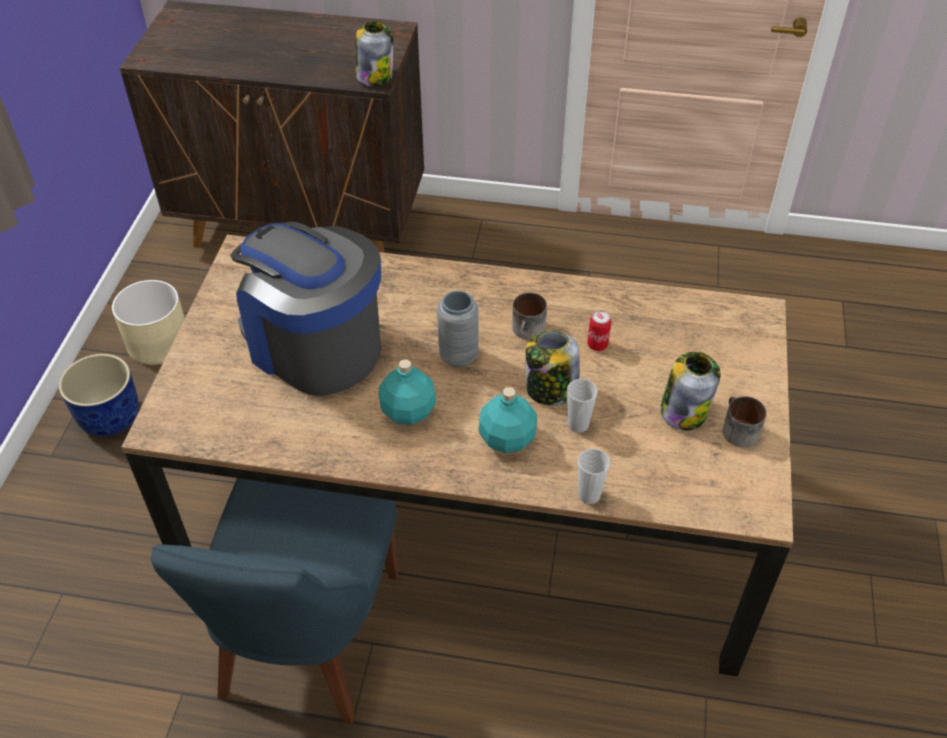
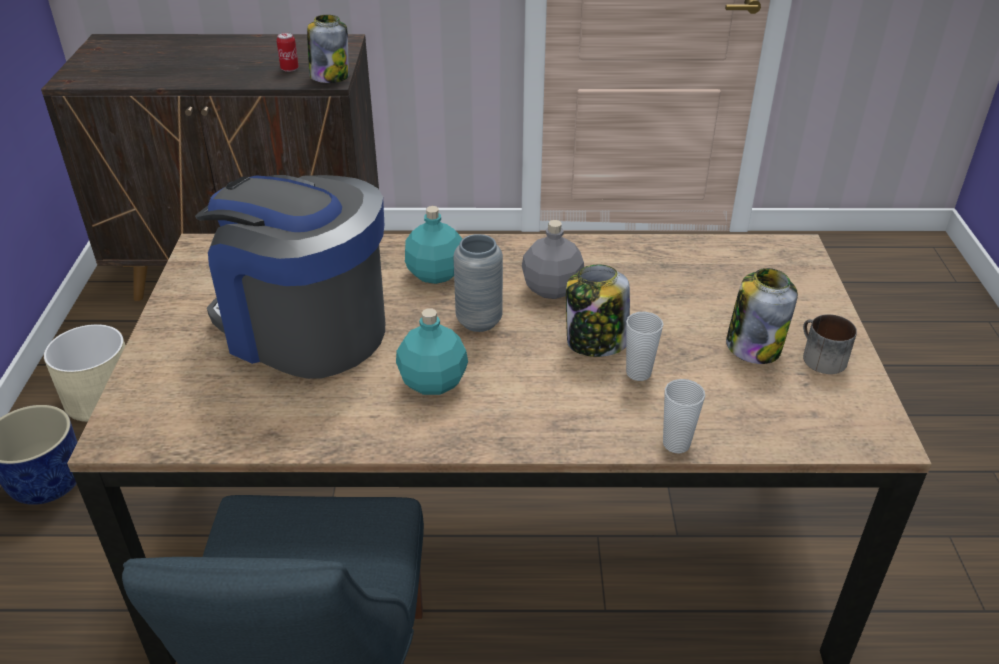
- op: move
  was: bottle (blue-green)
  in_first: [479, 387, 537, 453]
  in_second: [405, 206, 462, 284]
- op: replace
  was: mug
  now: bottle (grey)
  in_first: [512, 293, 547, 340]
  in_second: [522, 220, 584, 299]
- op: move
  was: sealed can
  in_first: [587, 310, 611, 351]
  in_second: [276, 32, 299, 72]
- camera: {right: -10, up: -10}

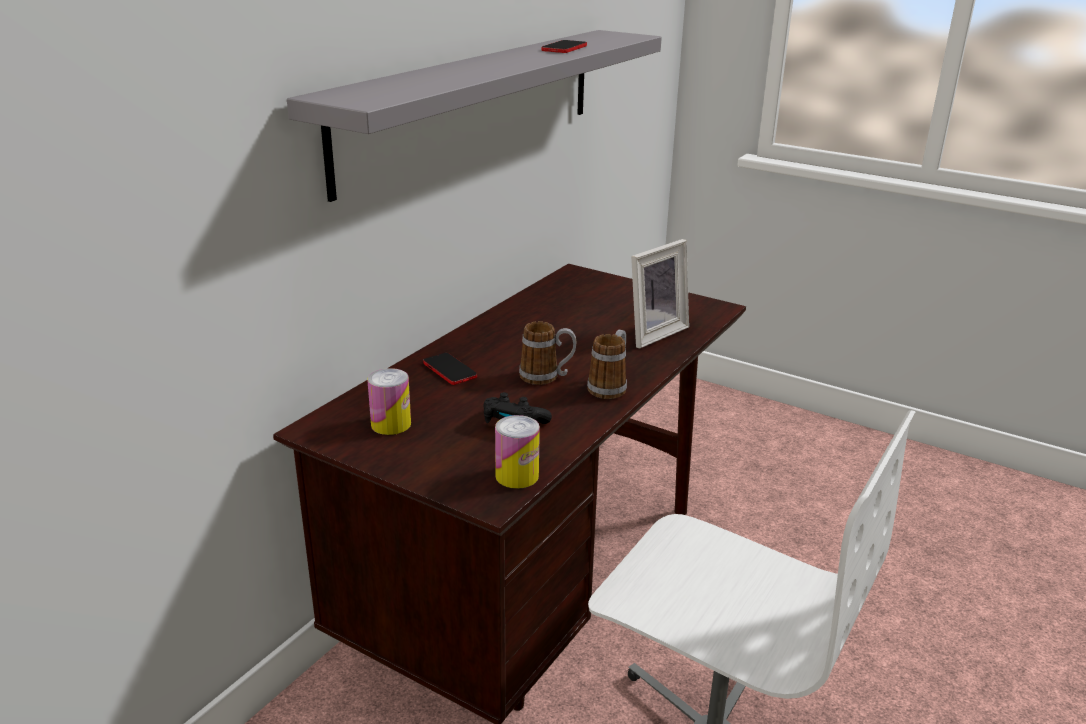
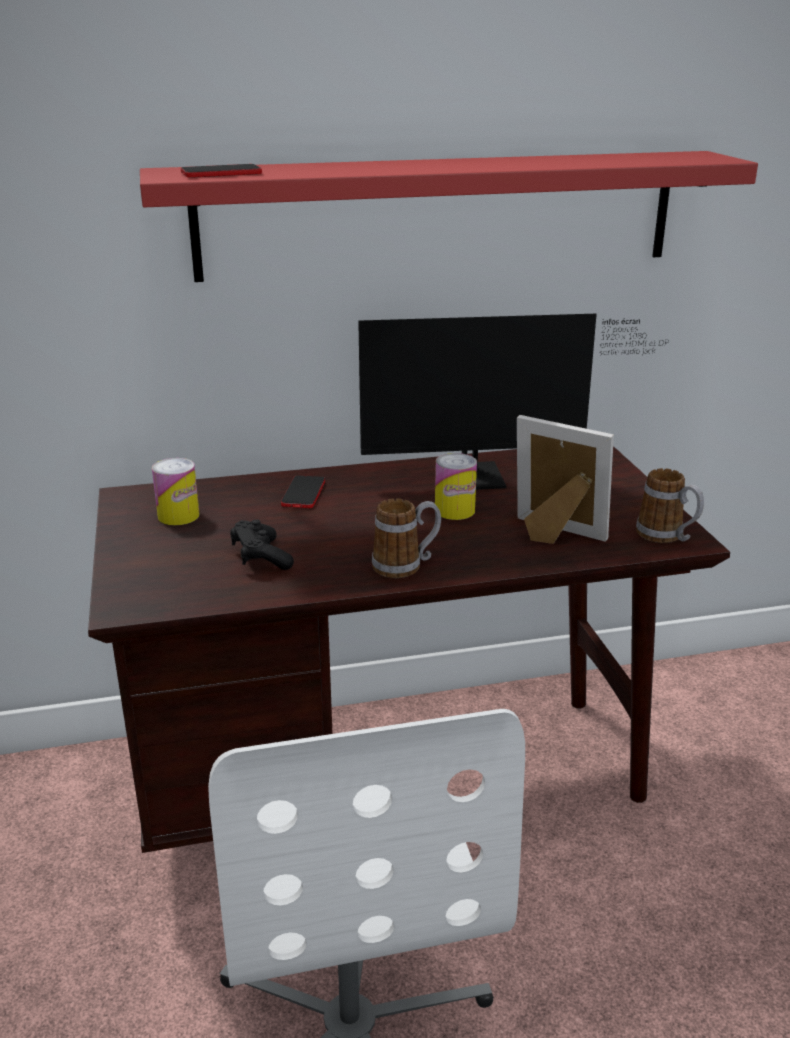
- op: recolor
  was: bracket shelf (grey)
  now: bracket shelf (red)
  in_first: [287, 30, 662, 202]
  in_second: [140, 151, 758, 282]
- op: move
  was: sealed can
  in_first: [495, 415, 540, 489]
  in_second: [435, 453, 477, 520]
- op: move
  was: mug
  in_first: [519, 321, 576, 385]
  in_second: [636, 468, 704, 543]
- op: move
  was: phone
  in_first: [541, 40, 587, 53]
  in_second: [181, 164, 262, 178]
- op: rotate
  was: standing frame
  in_first: [631, 239, 689, 348]
  in_second: [517, 415, 614, 544]
  clockwise: -150
- op: insert
  now: monitor
  in_second: [358, 314, 669, 490]
- camera: {right: 45, up: 0}

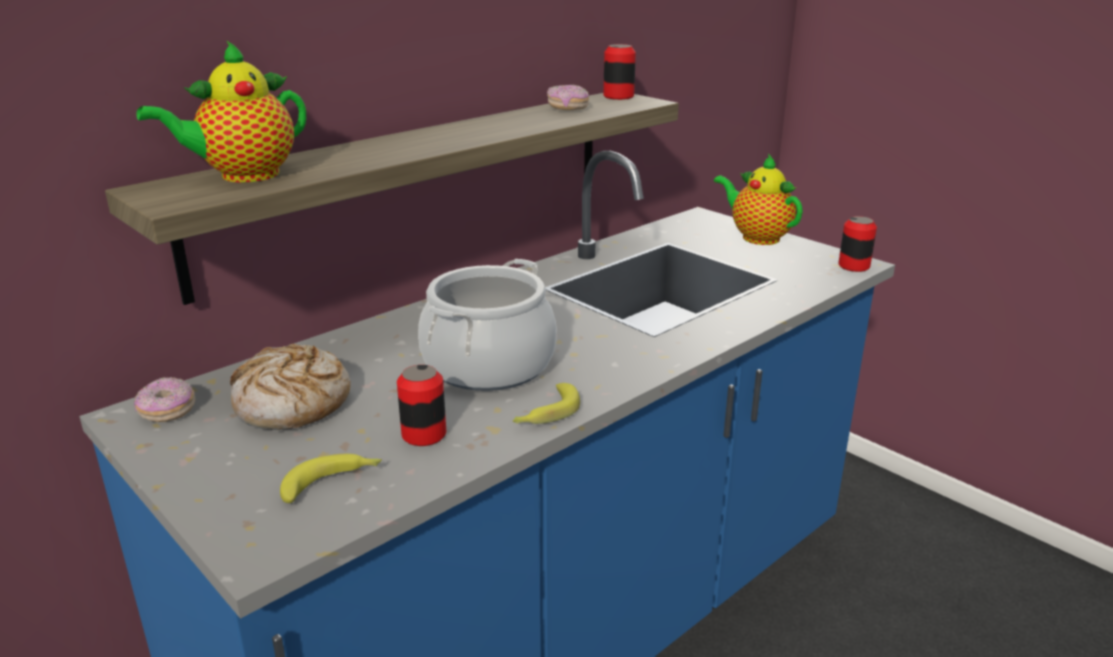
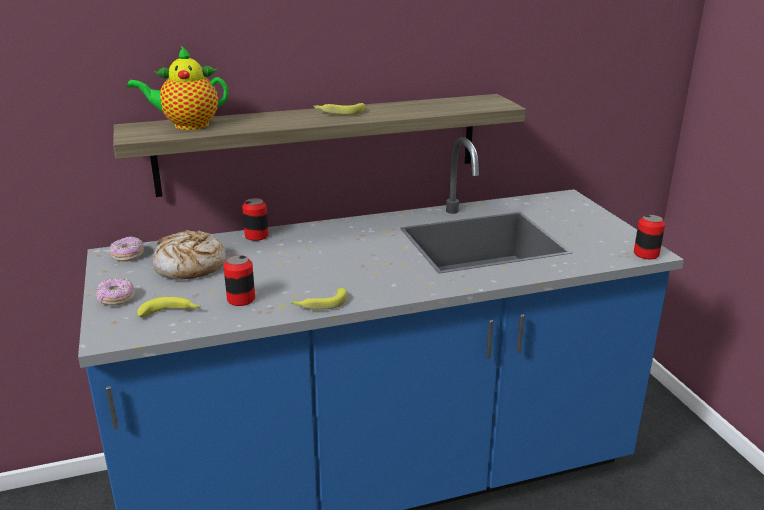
- op: delete
  was: stockpot
  in_first: [418, 259, 557, 391]
- op: move
  was: doughnut
  in_first: [547, 85, 589, 110]
  in_second: [96, 278, 135, 306]
- op: move
  was: sealed can
  in_first: [603, 44, 636, 100]
  in_second: [242, 198, 269, 241]
- op: delete
  was: tea pot
  in_first: [714, 153, 803, 245]
- op: insert
  now: whole banana
  in_second: [313, 103, 365, 115]
- camera: {right: 25, up: 0}

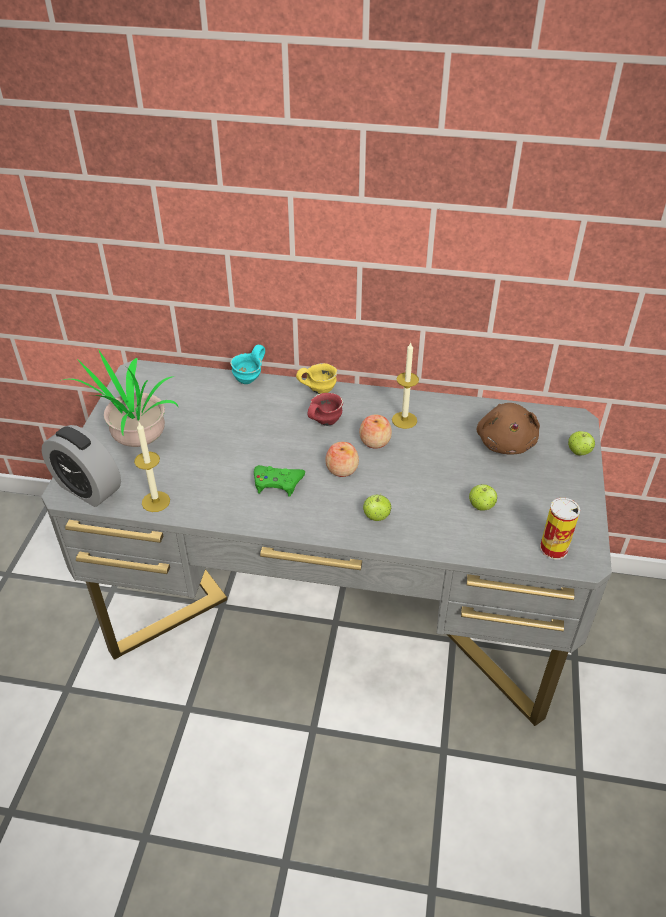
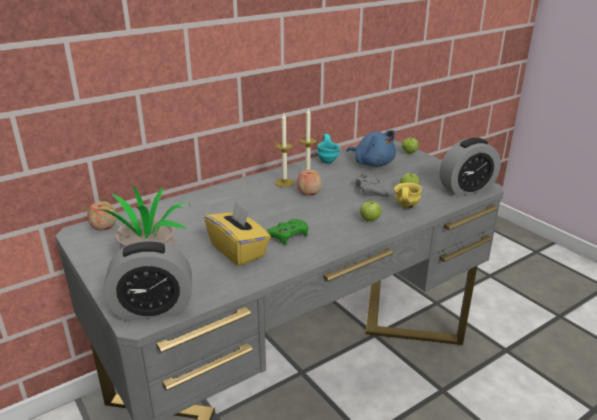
- op: move
  was: wax light
  in_first: [134, 423, 170, 512]
  in_second: [275, 113, 294, 187]
- op: move
  was: mug (blue-green)
  in_first: [230, 345, 265, 384]
  in_second: [317, 134, 341, 164]
- op: move
  was: mug (yellow)
  in_first: [296, 363, 337, 394]
  in_second: [394, 182, 422, 209]
- op: delete
  was: mug (red)
  in_first: [307, 393, 343, 426]
- op: move
  was: whole apple
  in_first: [325, 442, 359, 477]
  in_second: [87, 201, 117, 230]
- op: recolor
  was: cuddly toy (brown)
  now: cuddly toy (bluish)
  in_first: [477, 403, 540, 455]
  in_second: [347, 130, 396, 167]
- op: replace
  was: sealed can
  now: alarm clock
  in_first: [540, 498, 580, 560]
  in_second: [440, 138, 501, 196]
- op: insert
  now: tissue box (yellow)
  in_second: [204, 201, 271, 266]
- op: insert
  now: joypad (grey)
  in_second: [355, 175, 390, 197]
- camera: {right: -45, up: -15}

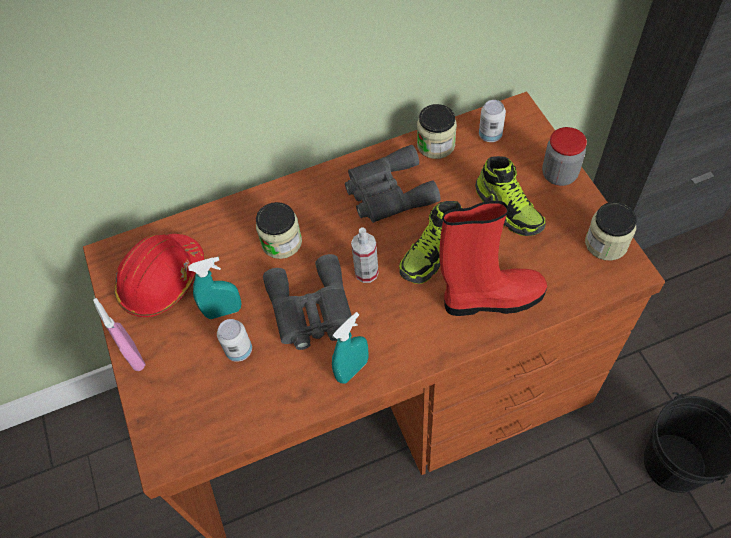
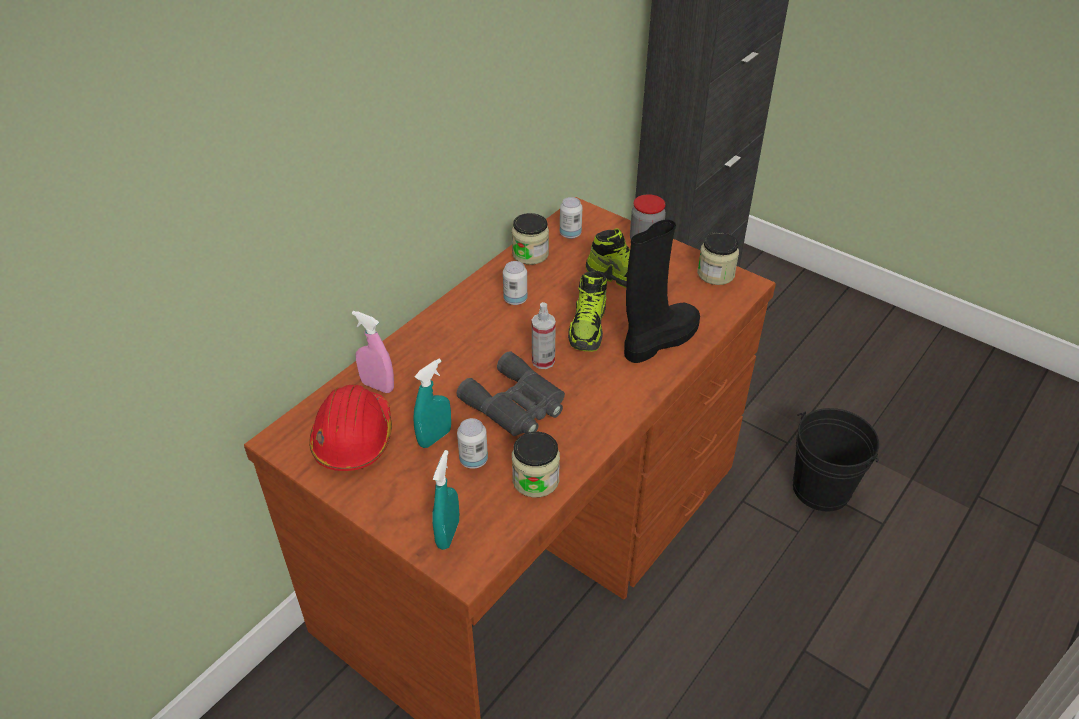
- op: move
  was: sprayer (pinkish)
  in_first: [93, 298, 146, 371]
  in_second: [352, 311, 394, 393]
- op: move
  was: storage jar
  in_first: [256, 202, 302, 259]
  in_second: [512, 432, 560, 498]
- op: move
  was: sprayer (blue-green)
  in_first: [332, 312, 368, 384]
  in_second: [432, 450, 459, 550]
- op: replace
  was: pair of binoculars (grey)
  now: sealed can
  in_first: [345, 145, 440, 223]
  in_second: [503, 261, 527, 305]
- op: recolor
  was: high-top boot (red)
  now: high-top boot (blackish)
  in_first: [440, 201, 547, 316]
  in_second: [624, 219, 700, 363]
- camera: {right: -35, up: -15}

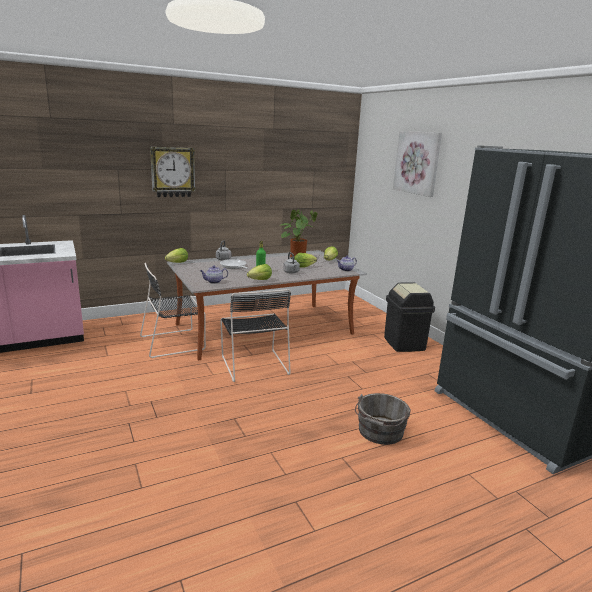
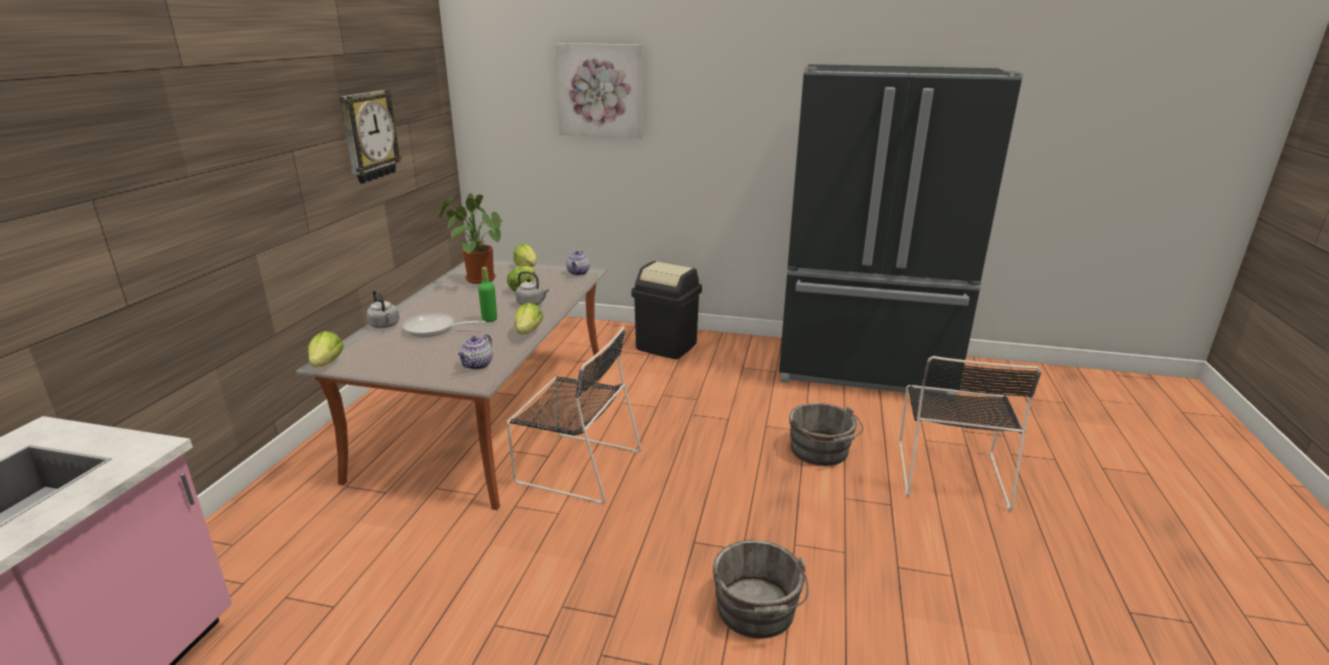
- op: move
  was: upright chair (blackish)
  in_first: [140, 263, 206, 358]
  in_second: [899, 356, 1041, 511]
- op: move
  was: hanging clock
  in_first: [150, 147, 196, 197]
  in_second: [339, 90, 402, 184]
- op: insert
  now: pail (grey)
  in_second: [713, 540, 809, 639]
- camera: {right: -50, up: 5}

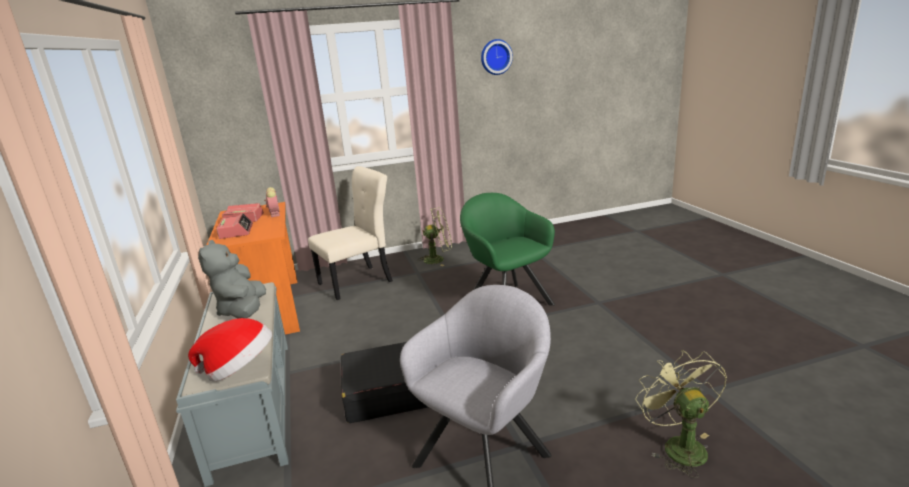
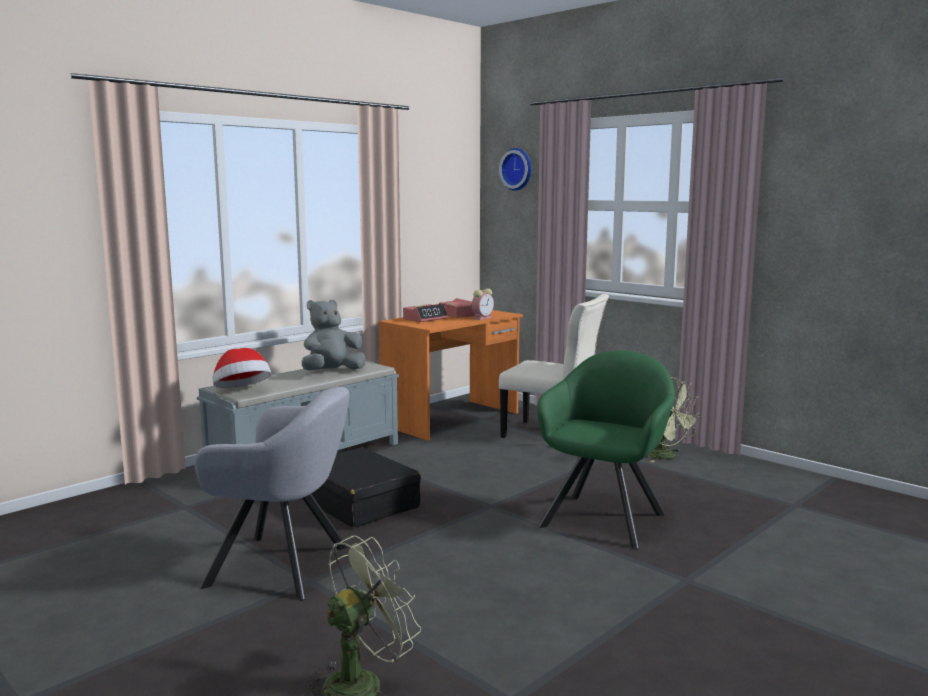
- op: move
  was: hanging clock
  in_first: [481, 39, 513, 75]
  in_second: [499, 148, 532, 191]
- camera: {right: 60, up: -10}

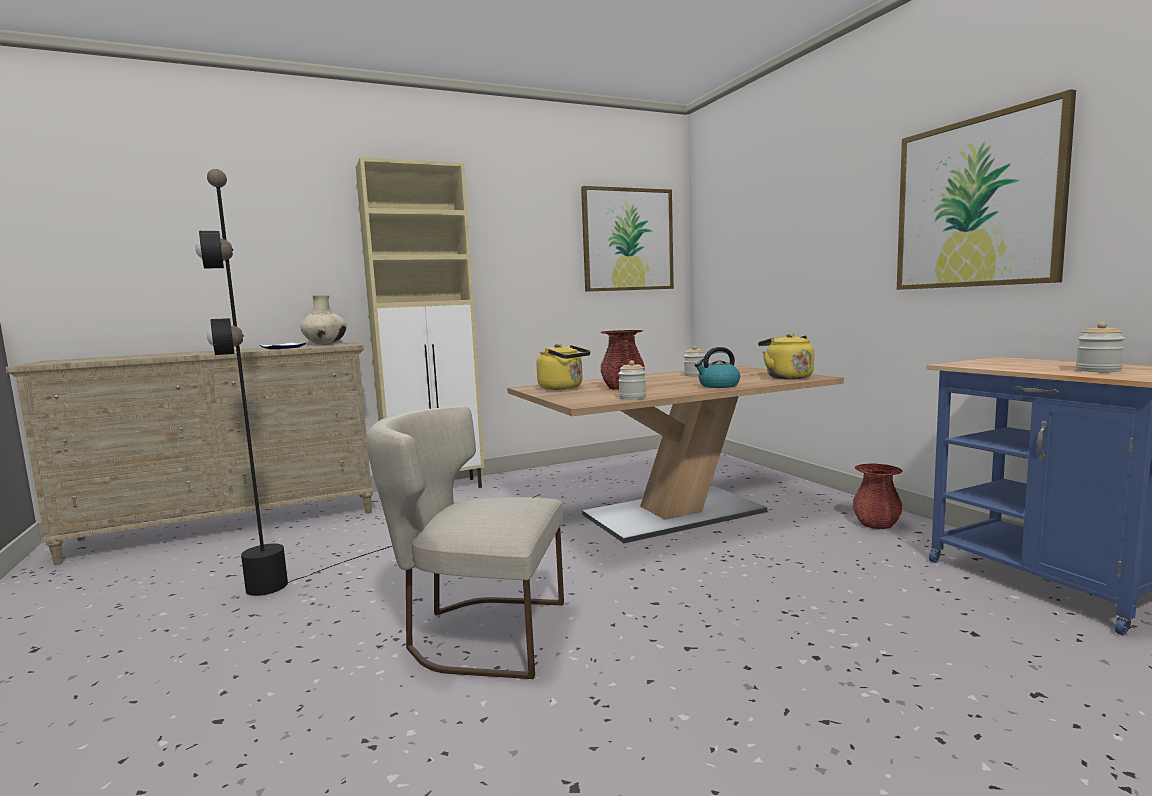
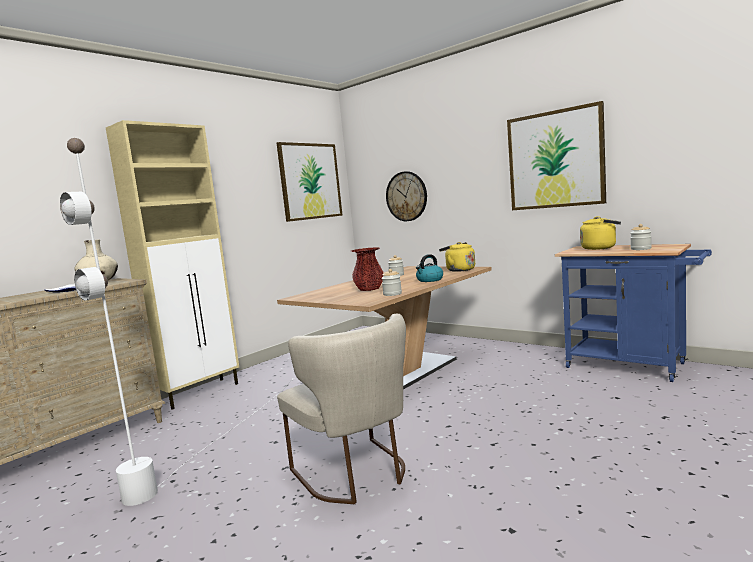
- op: recolor
  was: floor lamp (blackish)
  now: floor lamp (white)
  in_first: [196, 169, 540, 596]
  in_second: [60, 138, 293, 506]
- op: rotate
  was: upright chair (beige)
  in_first: [366, 406, 564, 679]
  in_second: [277, 314, 406, 504]
  clockwise: -105
- op: move
  was: water kettle (yellow)
  in_first: [536, 344, 590, 390]
  in_second: [580, 216, 621, 250]
- op: delete
  was: decorative vase (red)
  in_first: [852, 464, 903, 529]
- op: insert
  now: hanging clock
  in_second: [386, 171, 427, 221]
- camera: {right: -25, up: 0}

